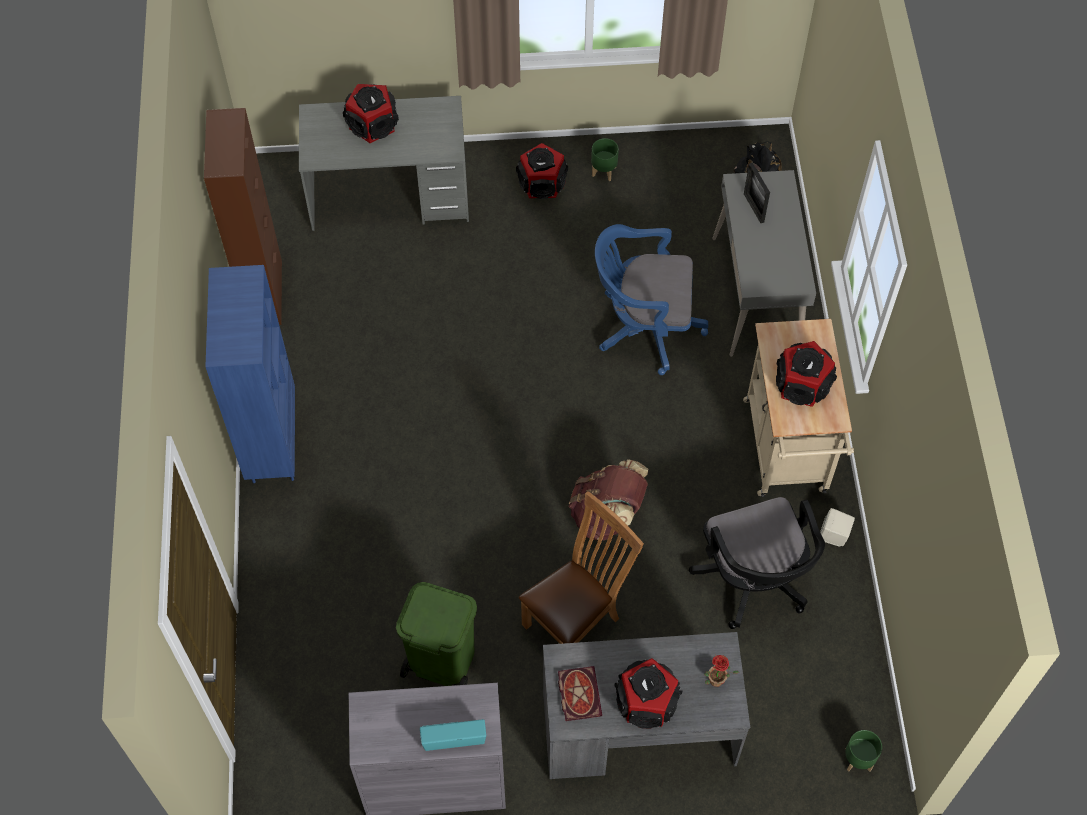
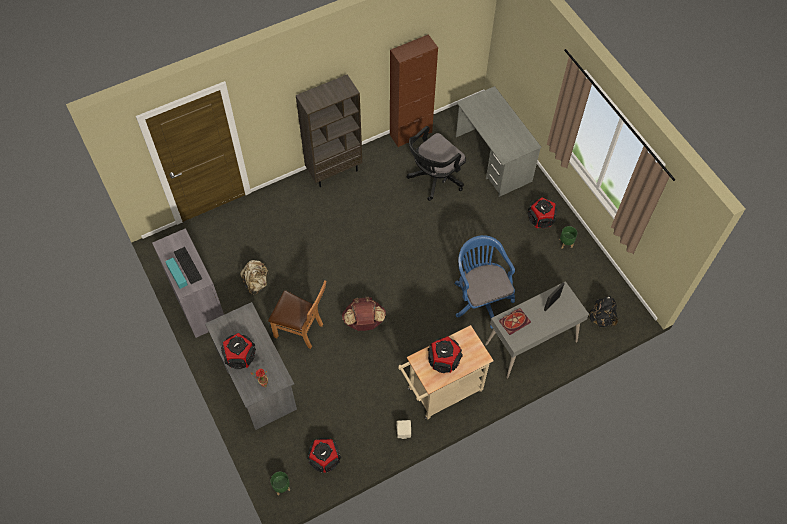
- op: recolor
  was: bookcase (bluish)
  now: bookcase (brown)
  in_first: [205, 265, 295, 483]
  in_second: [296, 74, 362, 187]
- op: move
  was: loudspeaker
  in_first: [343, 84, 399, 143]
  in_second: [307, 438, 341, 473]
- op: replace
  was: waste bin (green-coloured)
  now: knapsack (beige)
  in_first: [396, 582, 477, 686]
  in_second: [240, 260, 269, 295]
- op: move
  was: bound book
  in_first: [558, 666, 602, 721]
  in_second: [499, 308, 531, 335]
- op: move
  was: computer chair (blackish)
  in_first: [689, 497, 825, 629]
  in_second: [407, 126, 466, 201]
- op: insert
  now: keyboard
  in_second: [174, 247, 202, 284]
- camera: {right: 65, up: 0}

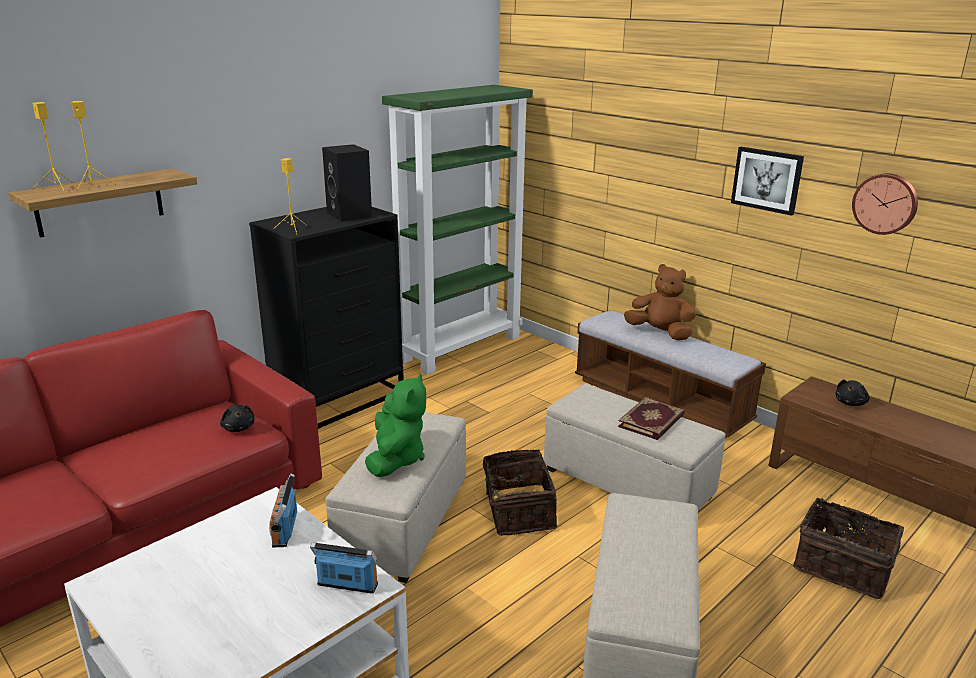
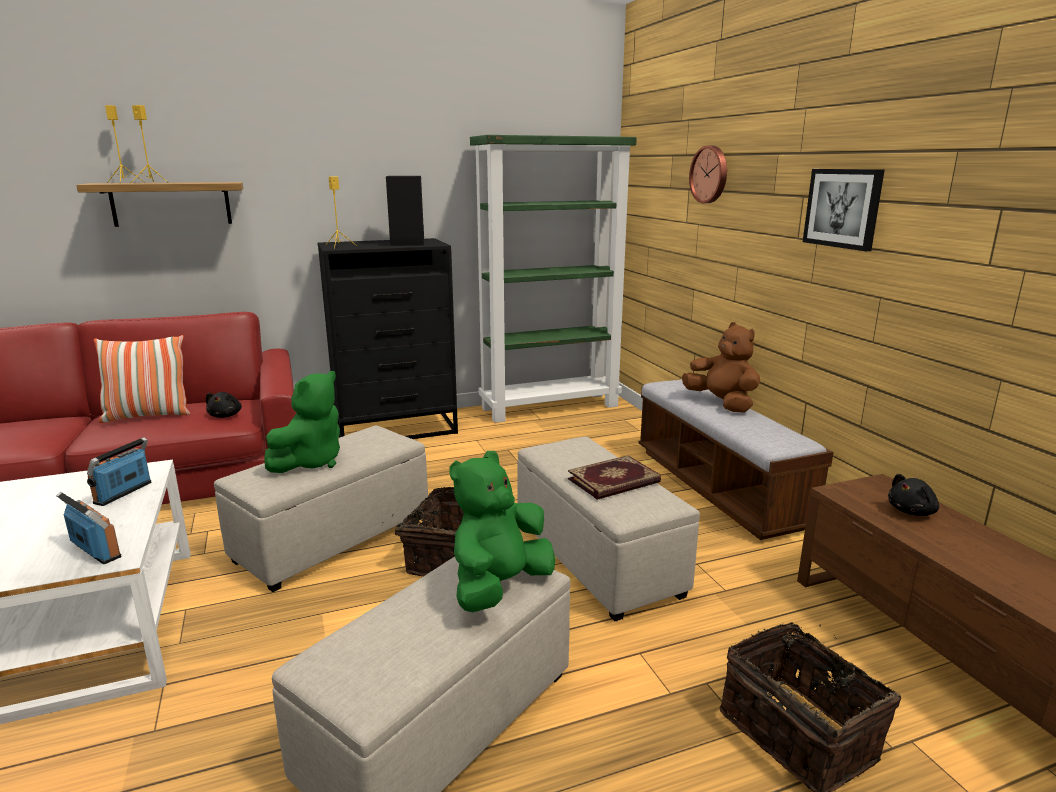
- op: move
  was: hanging clock
  in_first: [852, 173, 918, 235]
  in_second: [689, 146, 727, 203]
- op: insert
  now: pillow
  in_second: [94, 335, 190, 423]
- op: insert
  now: cuddly toy (green-coloured)
  in_second: [450, 451, 555, 613]
- camera: {right: 25, up: -5}

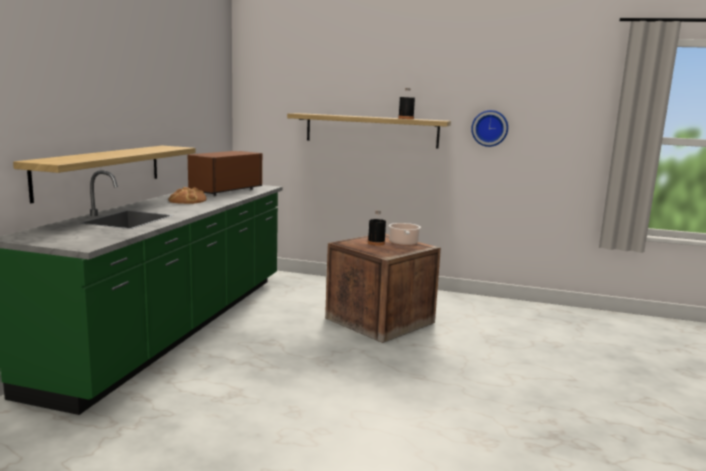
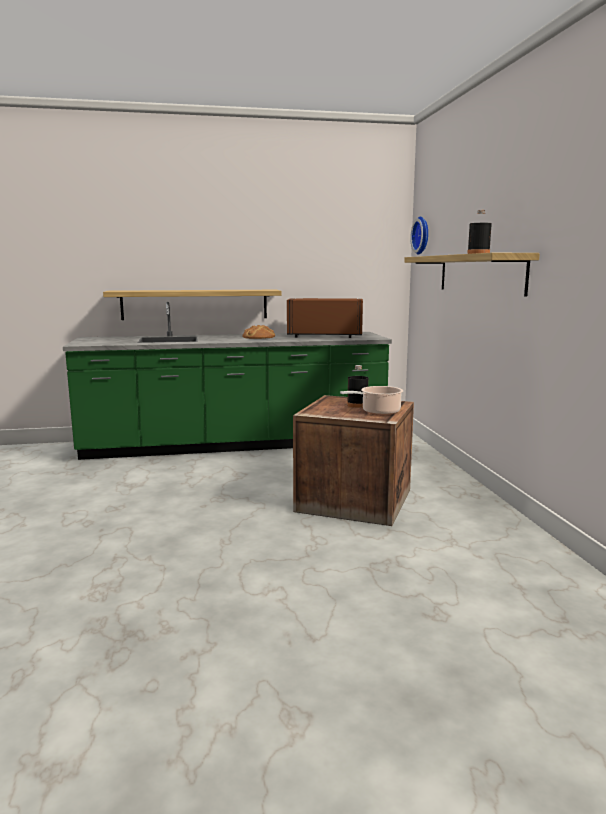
- op: move
  was: hanging clock
  in_first: [471, 110, 508, 147]
  in_second: [410, 217, 428, 254]
- camera: {right: 65, up: 0}

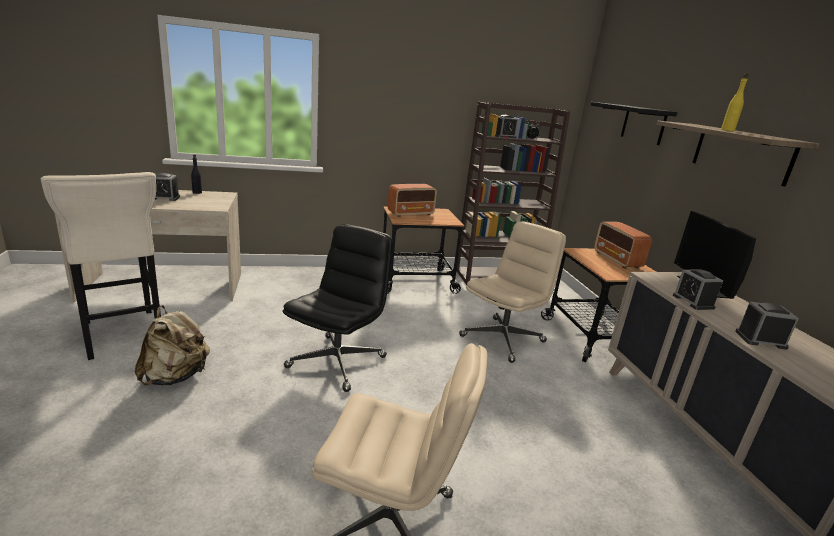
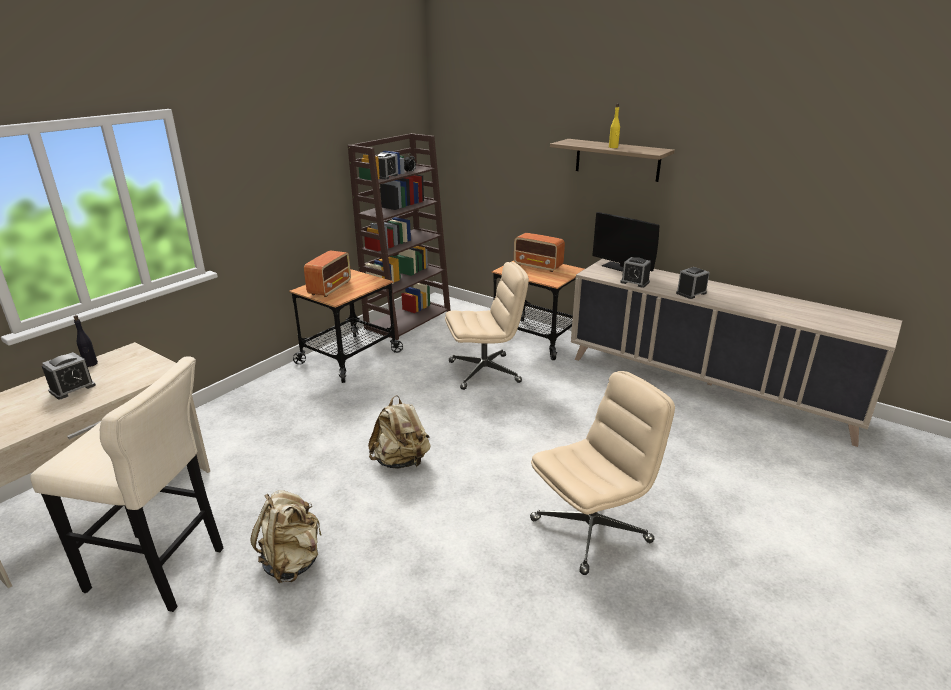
- op: replace
  was: computer chair (blackish)
  now: knapsack (beige)
  in_first: [282, 224, 393, 392]
  in_second: [368, 395, 431, 469]
- op: rotate
  was: computer chair (beige)
  in_first: [459, 222, 566, 363]
  in_second: [445, 262, 529, 390]
  clockwise: 75
- op: delete
  was: bracket shelf (blackish)
  in_first: [591, 102, 678, 145]
- camera: {right: -40, up: 5}

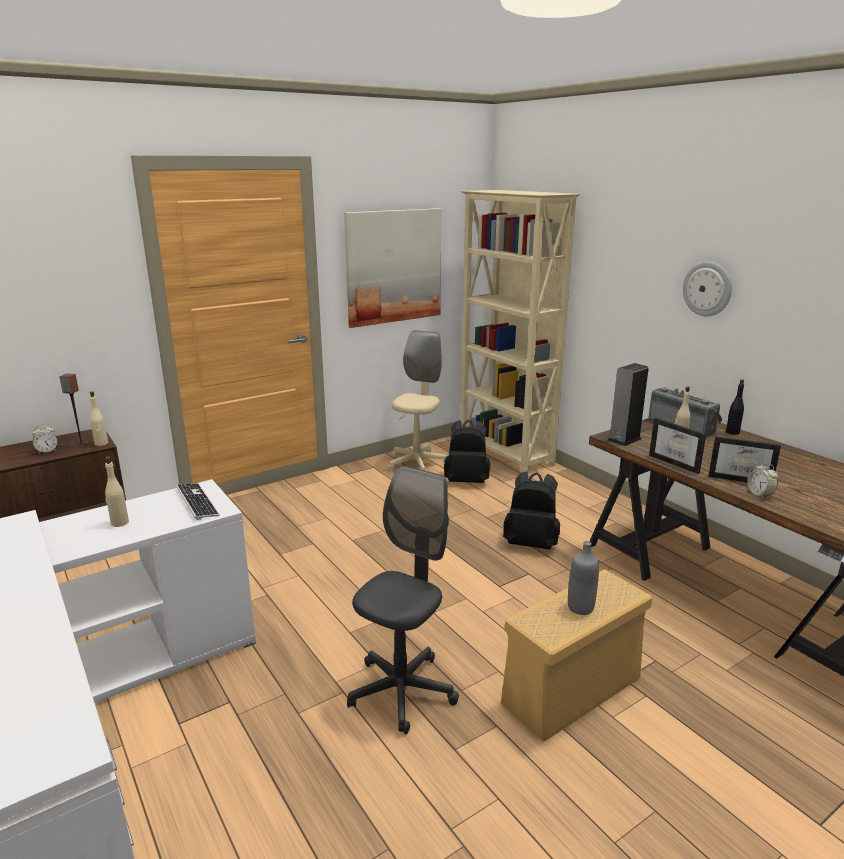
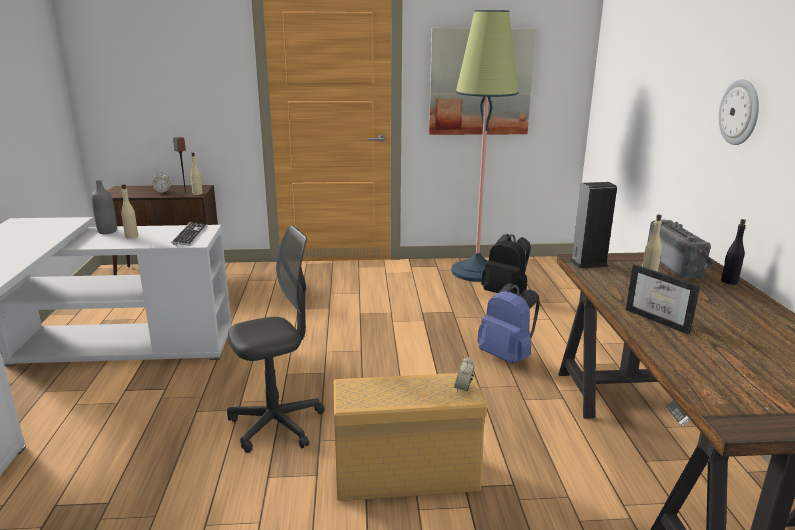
- op: replace
  was: computer chair (beige)
  now: floor lamp
  in_first: [389, 330, 447, 471]
  in_second: [451, 10, 519, 282]
- op: delete
  was: bookcase (beige)
  in_first: [461, 190, 580, 473]
- op: recolor
  was: knapsack (blackish)
  now: knapsack (bluish)
  in_first: [503, 471, 560, 549]
  in_second: [477, 283, 540, 364]
- op: move
  was: bottle (grey)
  in_first: [568, 541, 599, 615]
  in_second: [91, 180, 117, 234]
- op: delete
  was: standing frame
  in_first: [649, 418, 706, 474]
- op: move
  was: alarm clock
  in_first: [747, 462, 778, 499]
  in_second: [454, 356, 475, 392]
- camera: {right: 30, up: 0}

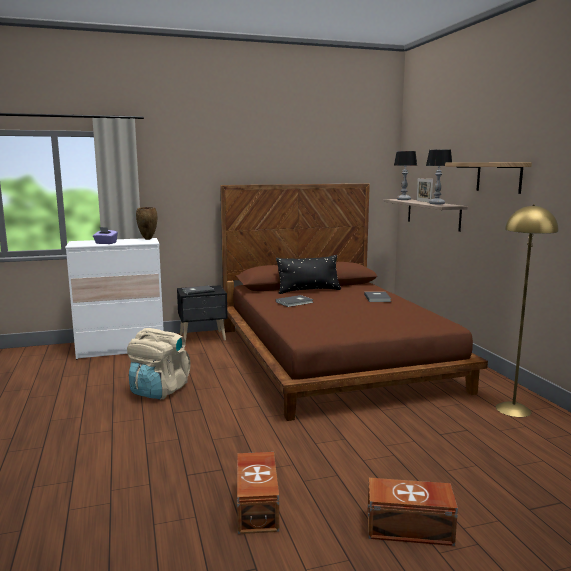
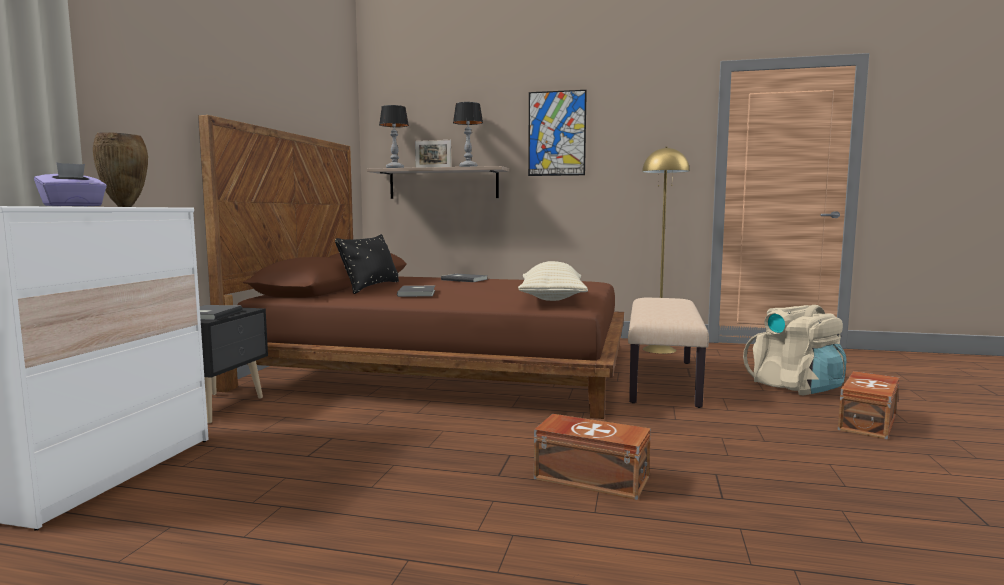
- op: move
  was: knapsack (beige)
  in_first: [127, 328, 191, 399]
  in_second: [743, 305, 847, 395]
- op: move
  was: storage bin (brown)
  in_first: [237, 452, 279, 534]
  in_second: [534, 414, 651, 500]
- op: replace
  was: bracket shelf
  now: picture
  in_first: [445, 162, 532, 194]
  in_second: [528, 90, 587, 176]
- op: insert
  now: pillow (beige)
  in_second: [518, 261, 588, 301]
- op: insert
  now: bench (beige)
  in_second: [628, 298, 709, 408]
- camera: {right: -60, up: -5}

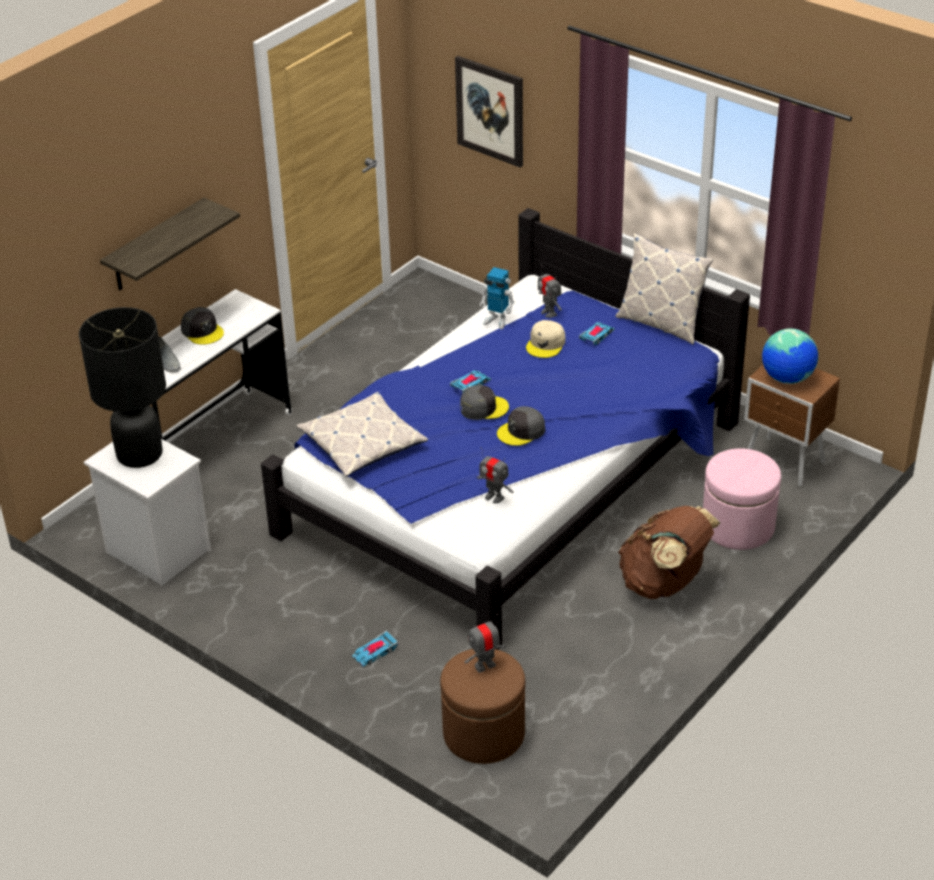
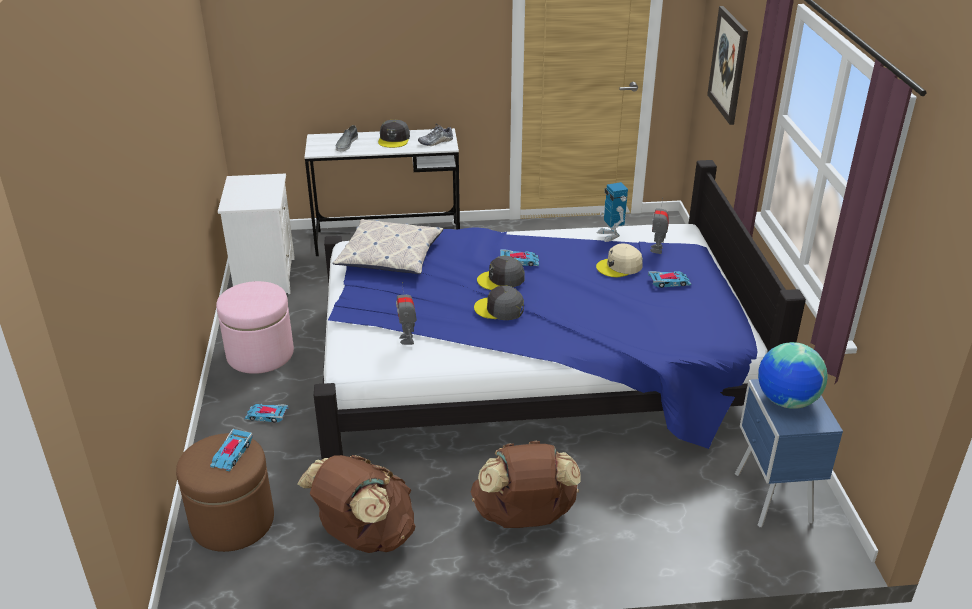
- op: delete
  was: lamp for a table (blackish)
  in_first: [79, 307, 166, 468]
- op: delete
  was: bracket shelf
  in_first: [100, 198, 240, 290]
- op: rotate
  was: cap (grey)
  in_first: [460, 385, 509, 420]
  in_second: [477, 256, 525, 290]
  clockwise: 120
- op: replace
  was: toy robot
  now: model car
  in_first: [464, 614, 506, 673]
  in_second: [210, 429, 253, 471]
- op: delete
  was: pillow
  in_first: [615, 233, 713, 345]
- op: move
  was: footrest (pinkish)
  in_first: [703, 448, 781, 550]
  in_second: [216, 281, 294, 374]
- op: recolor
  was: bedside table (brown)
  now: bedside table (bluish)
  in_first: [744, 365, 840, 487]
  in_second: [735, 379, 843, 528]
- op: insert
  now: knapsack (brown)
  in_second: [297, 455, 415, 553]
- op: insert
  now: item of footwear
  in_second: [418, 123, 453, 146]
- camera: {right: 45, up: -5}

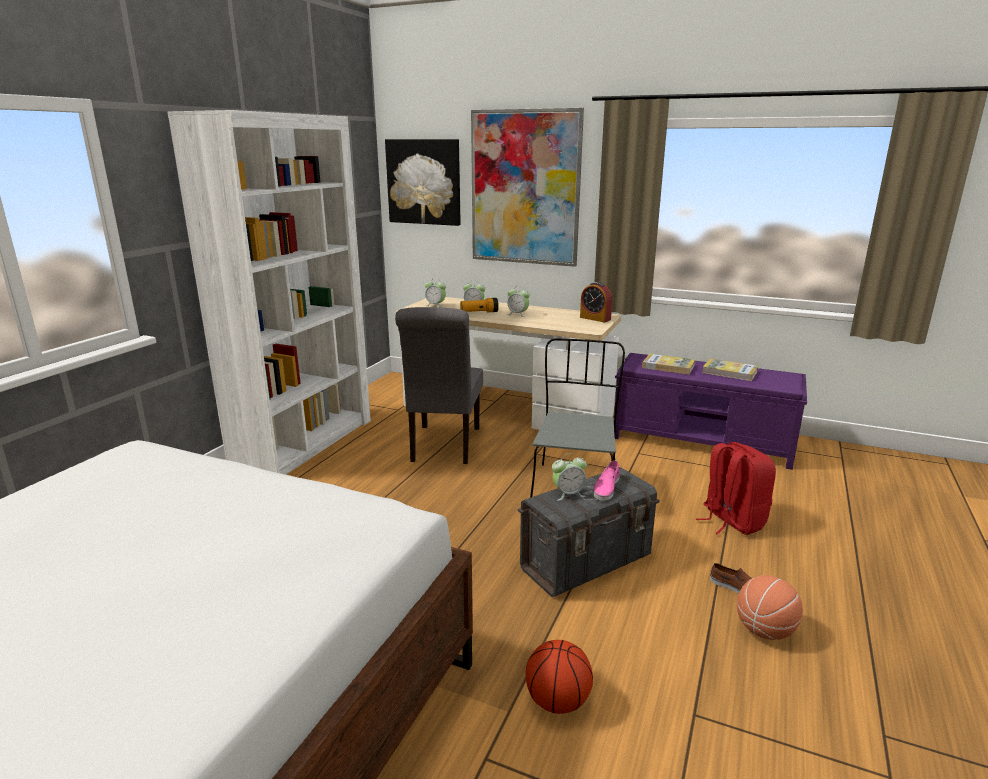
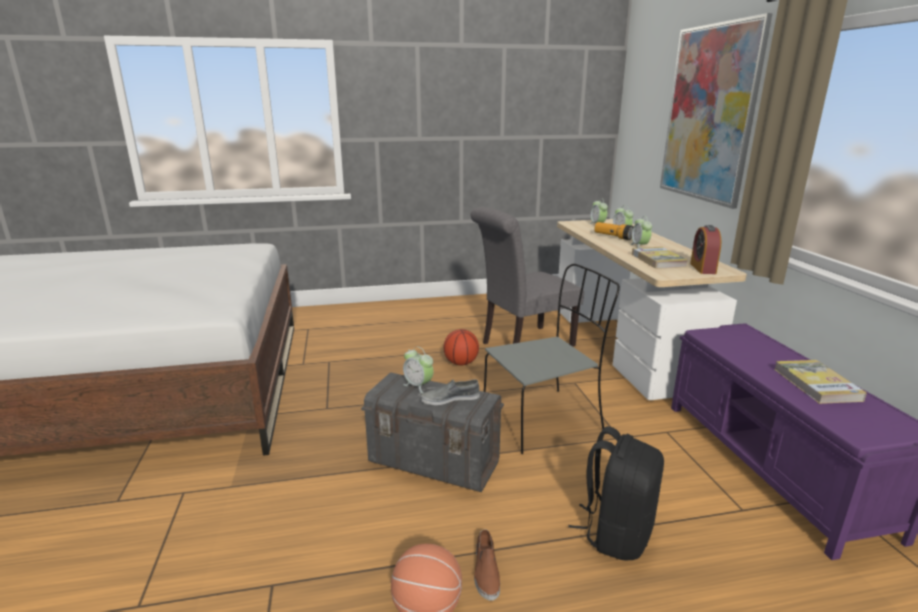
- op: delete
  was: bookcase (white)
  in_first: [167, 110, 371, 475]
- op: delete
  was: picture
  in_first: [385, 139, 461, 226]
- op: move
  was: ball for basketball
  in_first: [526, 640, 593, 714]
  in_second: [444, 329, 479, 365]
- op: recolor
  was: item of footwear (pinkish)
  now: item of footwear (grey)
  in_first: [594, 460, 620, 501]
  in_second: [421, 379, 480, 405]
- op: move
  was: bound book
  in_first: [642, 354, 695, 375]
  in_second: [632, 247, 688, 269]
- op: recolor
  was: knapsack (red)
  now: knapsack (blackish)
  in_first: [696, 442, 776, 535]
  in_second: [568, 426, 664, 561]
- camera: {right: 55, up: 0}

